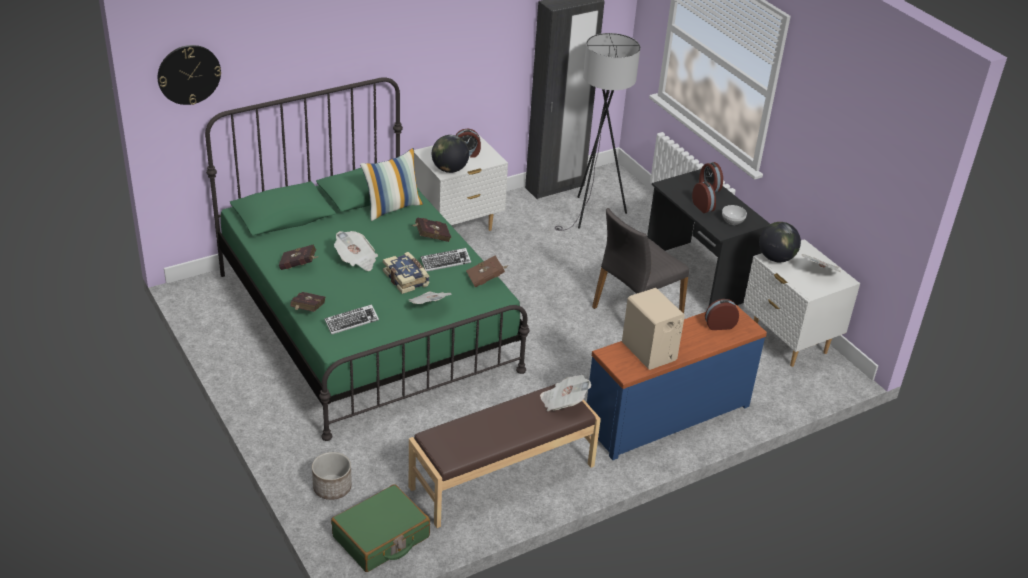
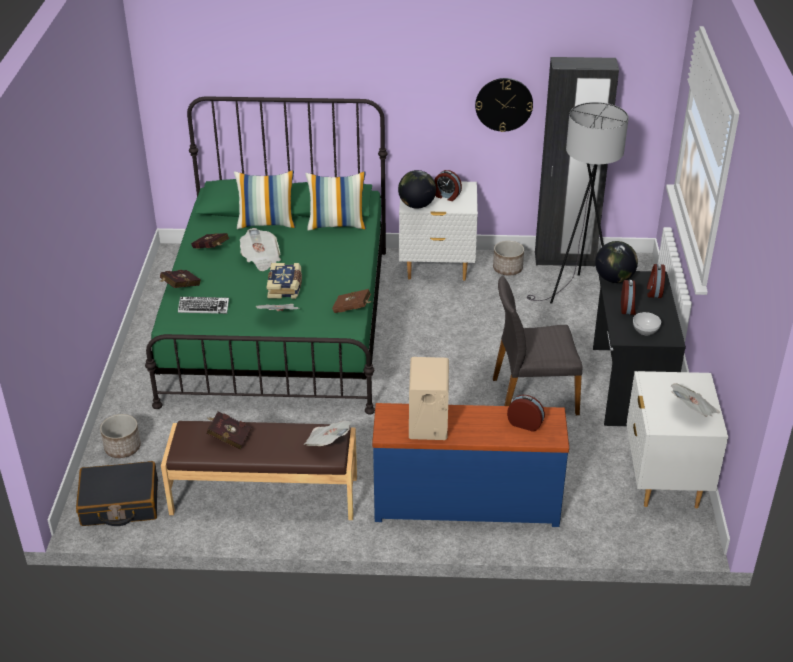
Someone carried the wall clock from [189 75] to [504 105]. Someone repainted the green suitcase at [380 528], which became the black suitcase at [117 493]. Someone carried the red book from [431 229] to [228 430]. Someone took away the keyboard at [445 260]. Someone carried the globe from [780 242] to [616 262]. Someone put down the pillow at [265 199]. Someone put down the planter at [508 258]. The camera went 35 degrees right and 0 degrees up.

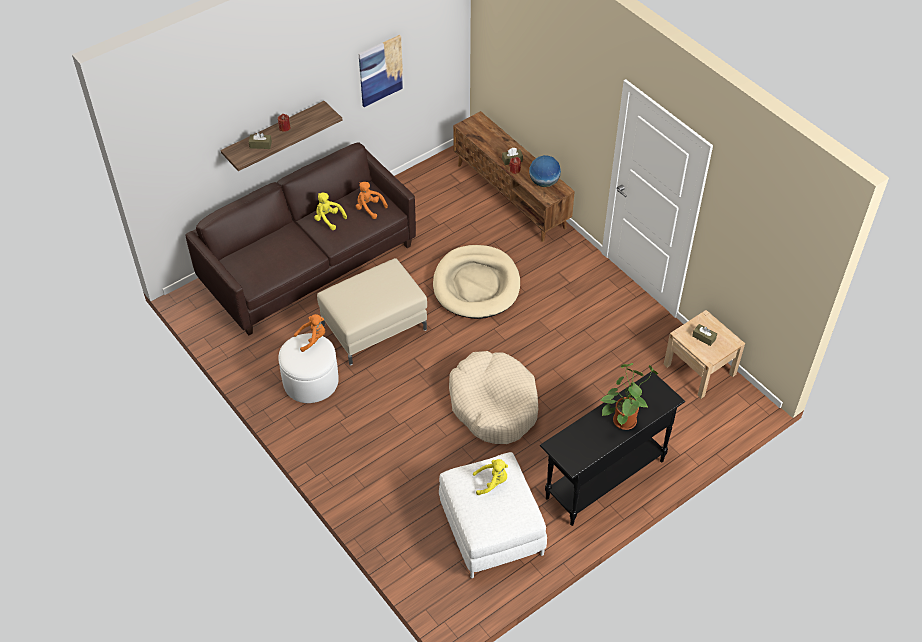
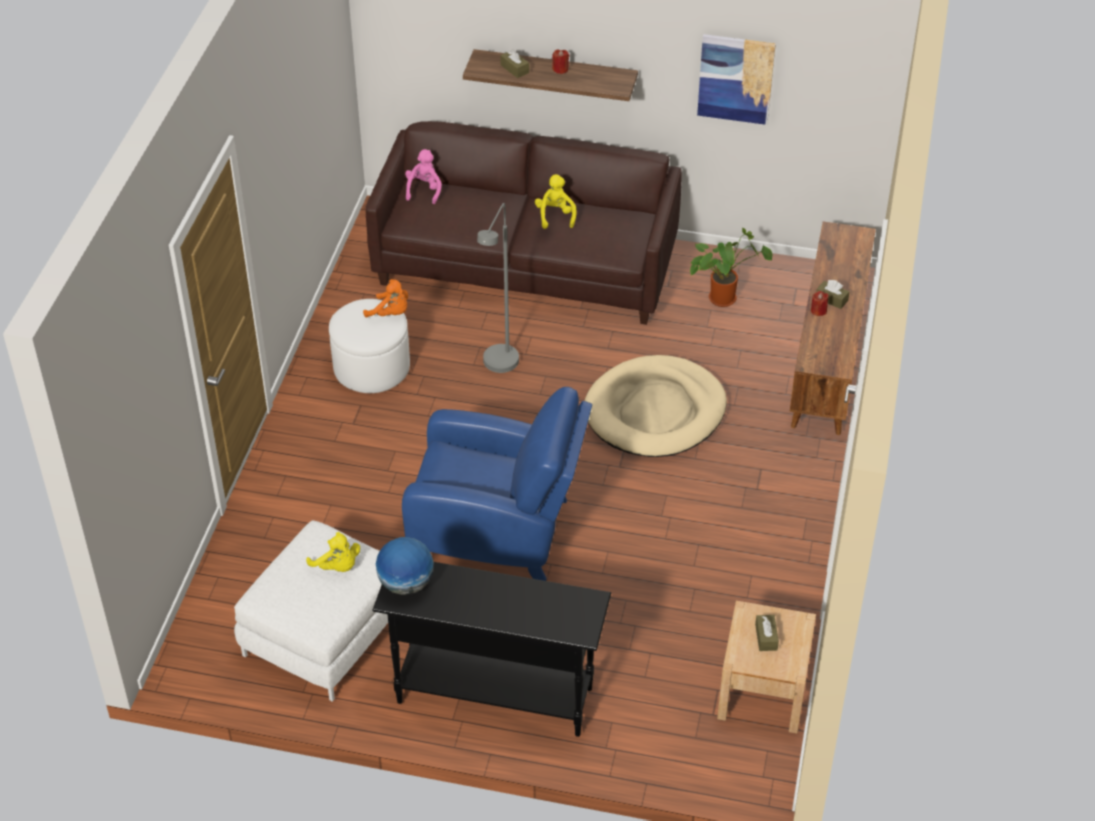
Someone swapped the beige ottoman at [372 311] for the grey floor lamp at [498 288]. Someone took away the orange plush toy at [372 200]. Someone swapped the beige dog bed at [493 397] for the blue armchair at [497 484]. Someone carried the globe from [545 171] to [404 566]. Someone carried the potted plant from [629 396] to [731 267]. Someone put down the pink plush toy at [423 176]. The camera went 50 degrees right and 5 degrees down.

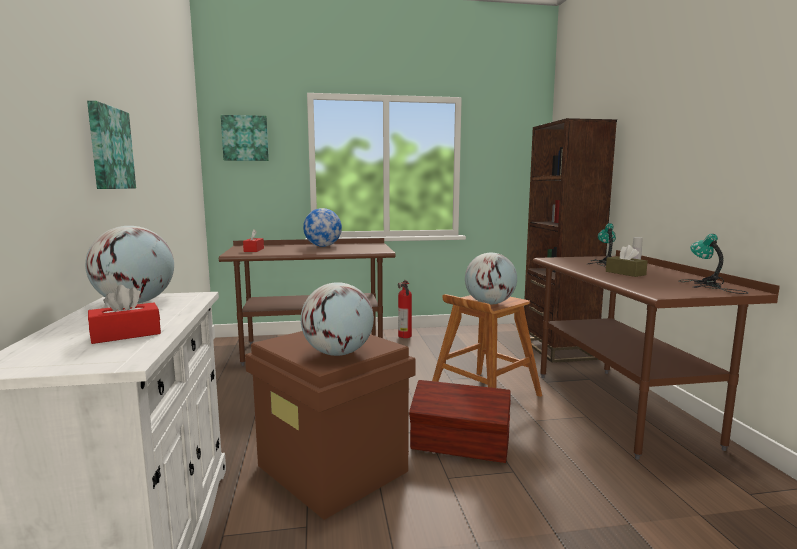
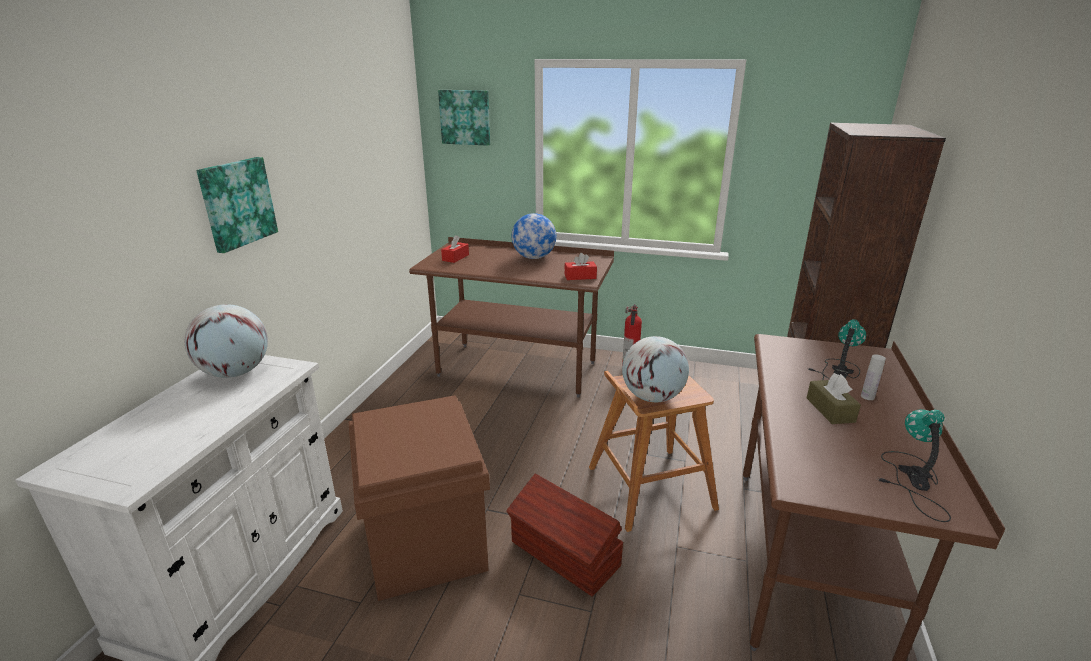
Someone carried the red tissue box from [124 314] to [580 266]. Someone took away the globe at [337 319]. The camera went 25 degrees right and 15 degrees up.

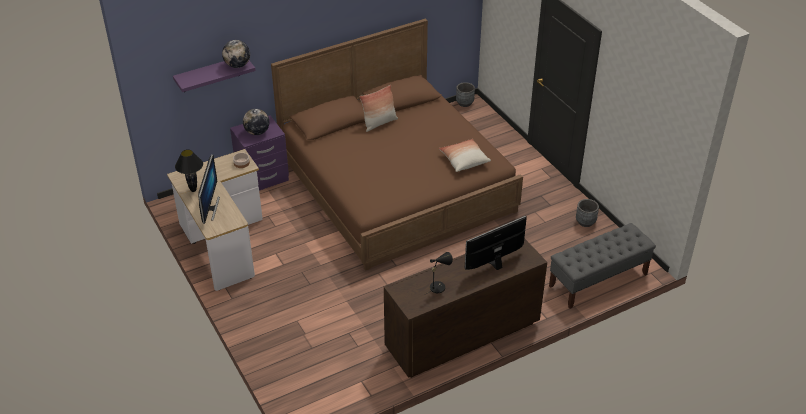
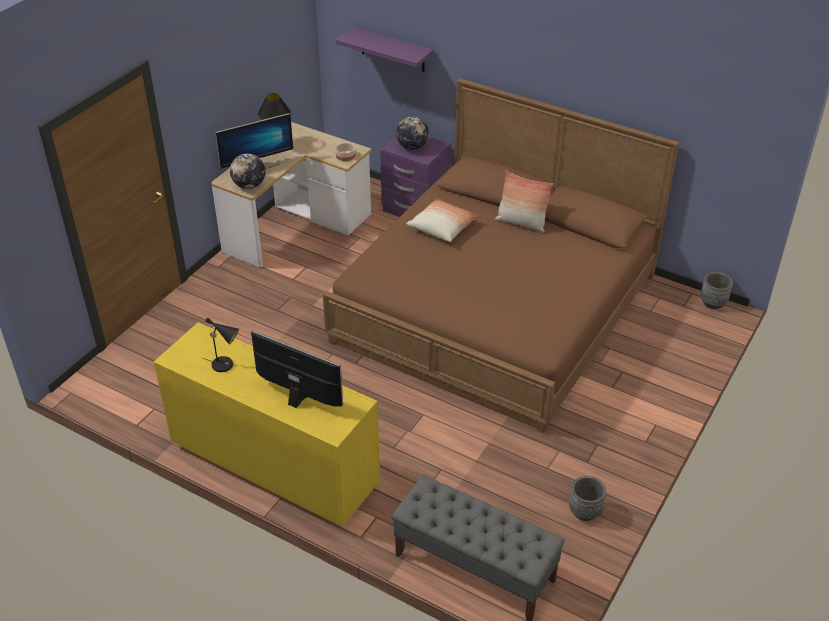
Someone carried the globe from [236 54] to [247 171]. Someone repainted the brown dresser at [465 308], which became the yellow dresser at [267 424]. Someone carried the pillow from [465 155] to [442 220]. The camera went 60 degrees right and 0 degrees up.

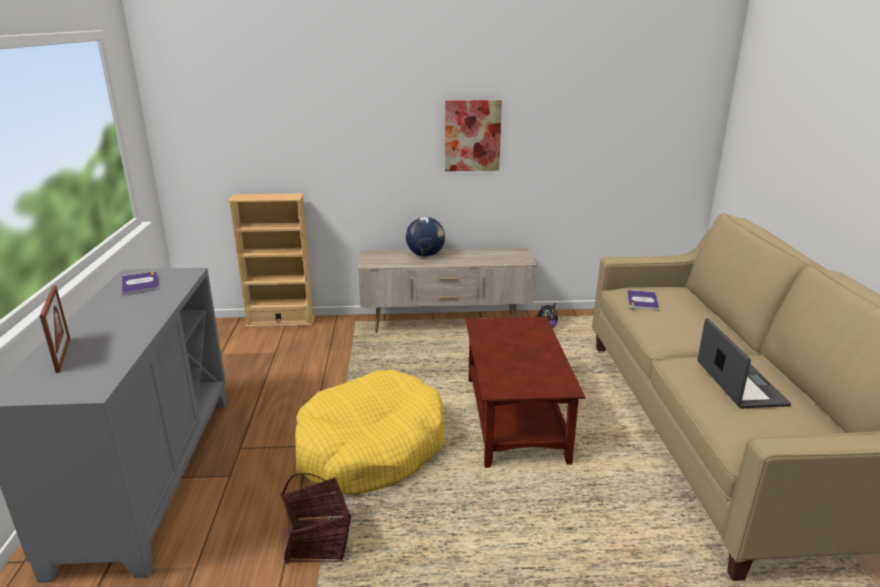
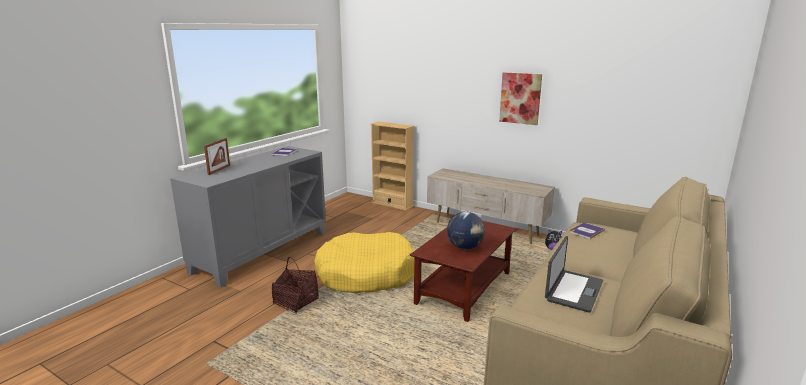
Someone carried the globe from [425 237] to [466 230]. The camera went 35 degrees right and 5 degrees down.

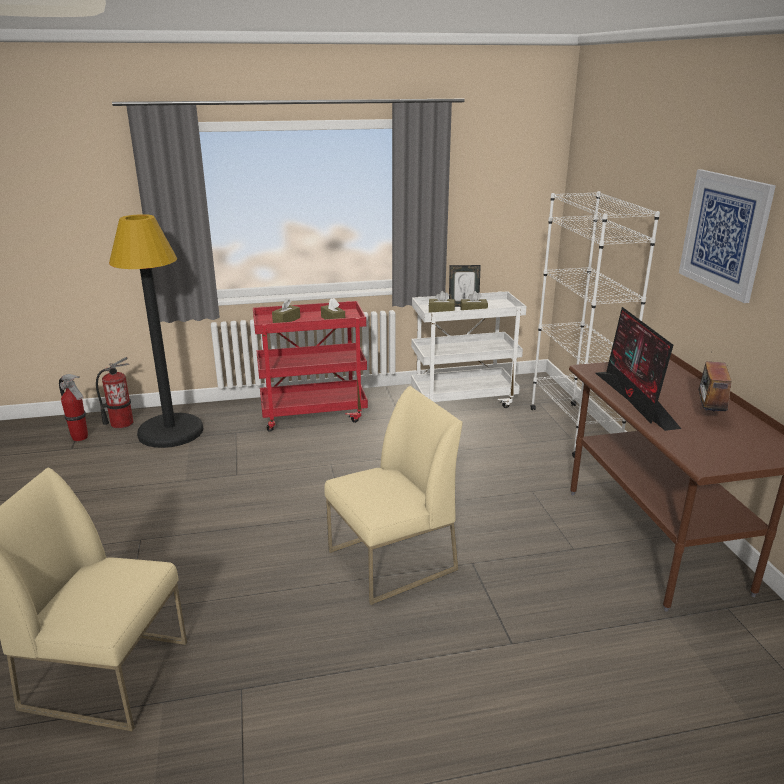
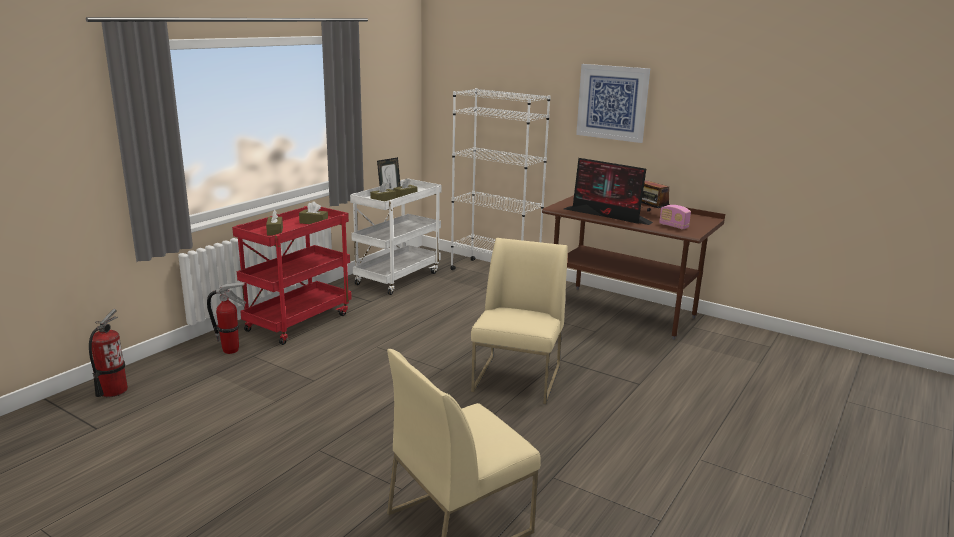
Someone carried the fire extinguisher from [73 407] to [226 318]. Someone took away the black floor lamp at [156 331]. Someone put down the radio at [675 217]. The camera went 45 degrees left and 5 degrees down.

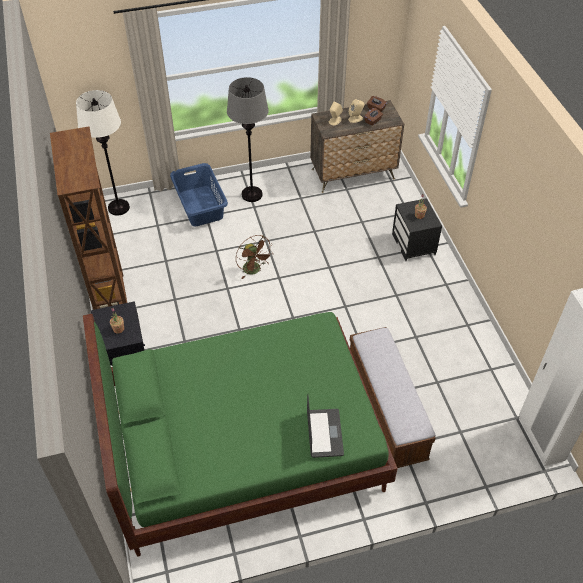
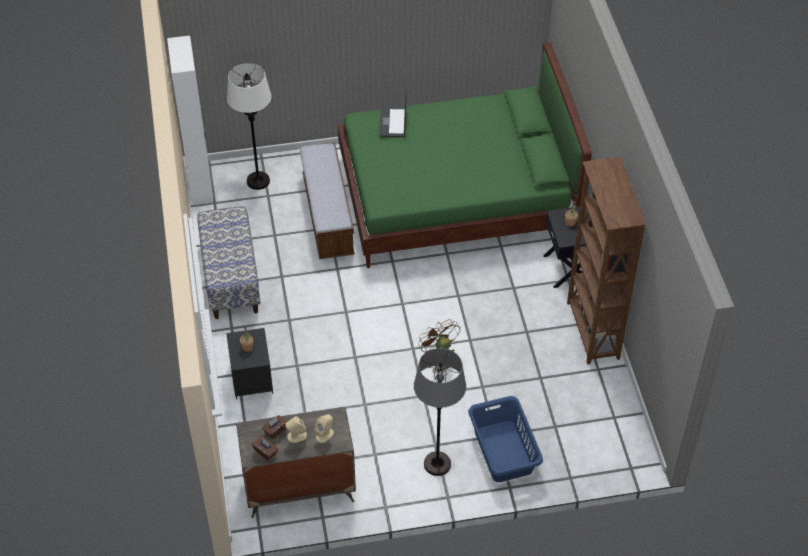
Someone carried the white floor lamp from [103 153] to [249 126]. Someone put down the bench at [229 262]. The camera went 175 degrees left and 0 degrees up.

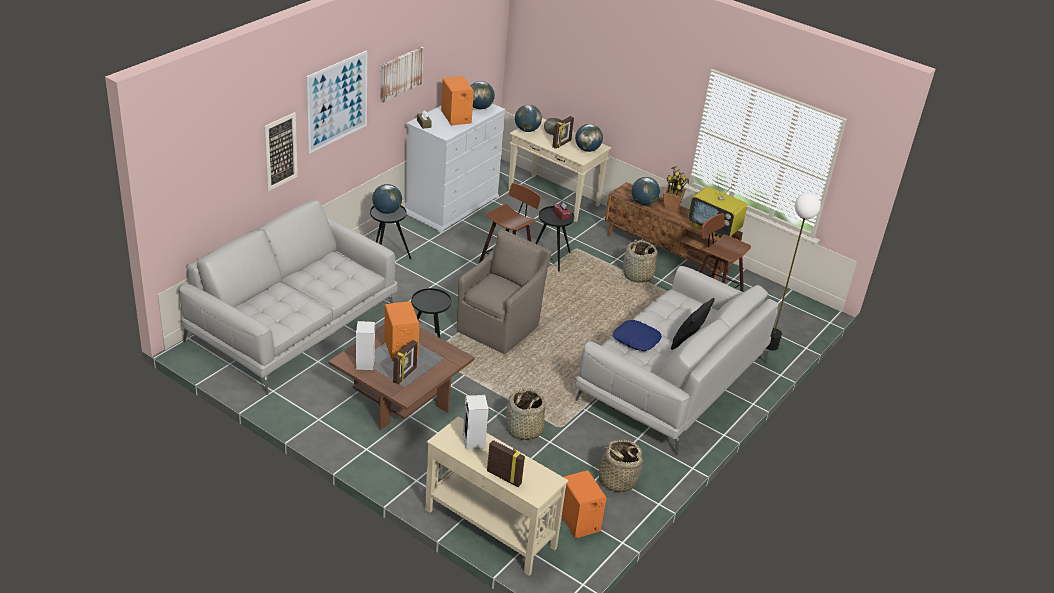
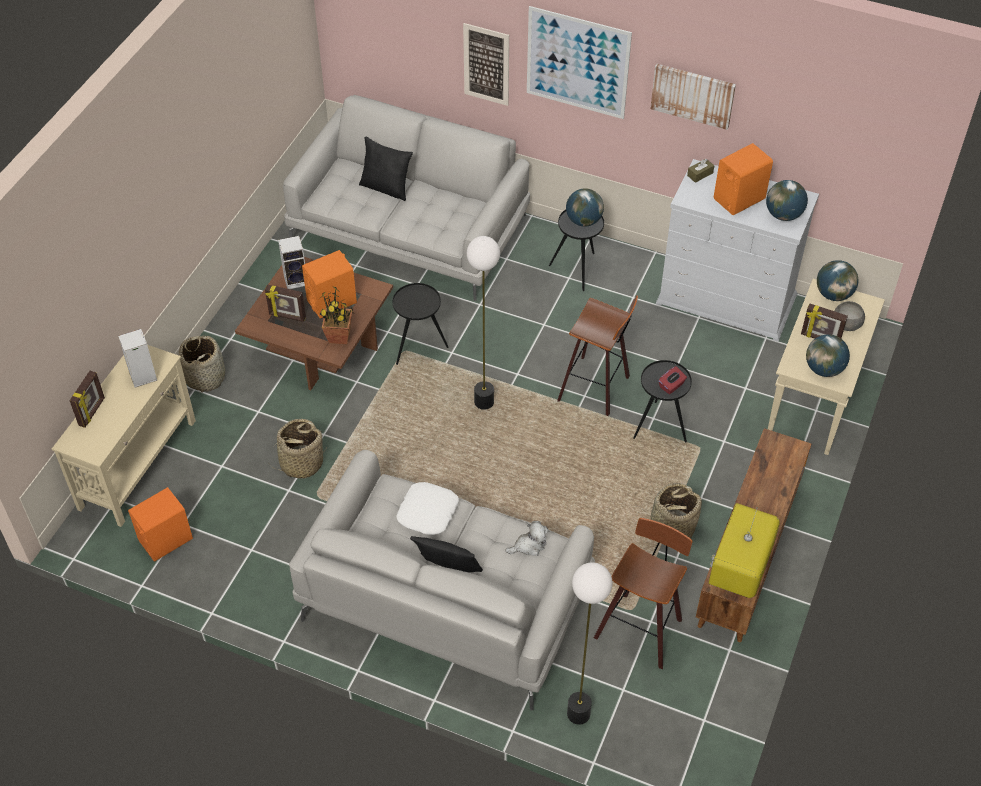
Someone swapped the brown armchair at [504 291] for the floor lamp at [483 323]. Someone carried the basket from [618 466] to [202 364]. Someone repainted the blue pillow at [637 335], which became the white pillow at [427 508]. Someone took away the globe at [646 191]. Someone carried the potted plant from [676 189] to [337 315]. Someone put down the black pillow at [386 168]. Someone put down the plush toy at [527 538]. The camera went 80 degrees right and 15 degrees up.

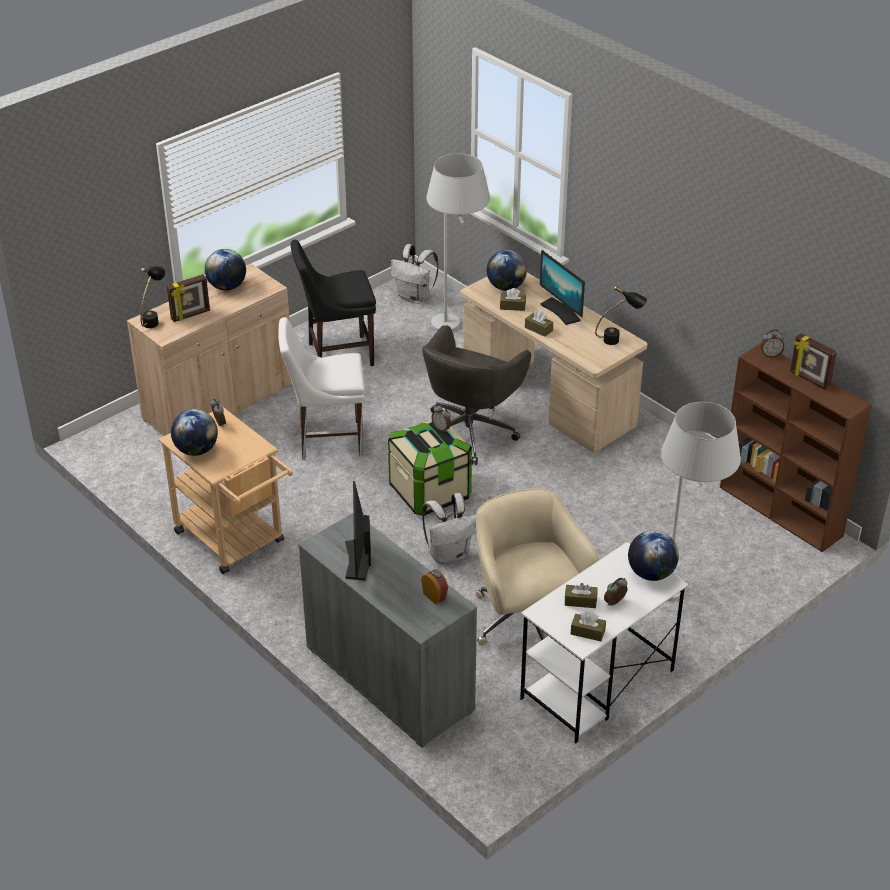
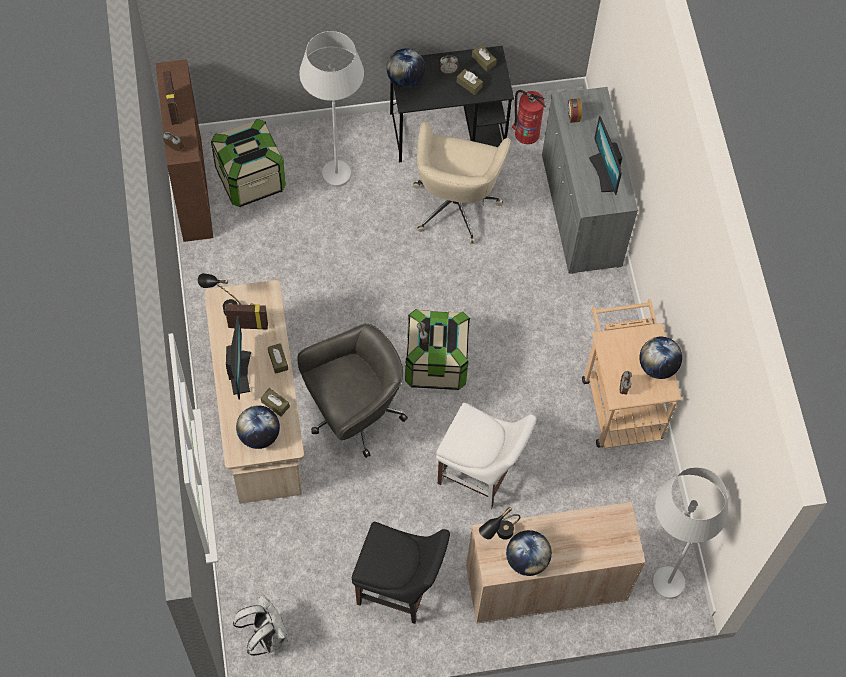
Someone carried the black table lamp from [153 297] to [499 523]. Someone carried the picture frame from [188 298] to [246 316]. Someone rotated the monitor at [358 530] by 135 degrees clockwise. Someone took away the white backpack at [449 528]. Someone carried the white floor lamp from [458 242] to [690 533]. Someone repainted the white desk at [604 643], which became the black desk at [452 104]. Someone put down the storage box at [248 163]. Someone put down the fire extinguisher at [529 117]. The camera went 150 degrees left and 25 degrees up.

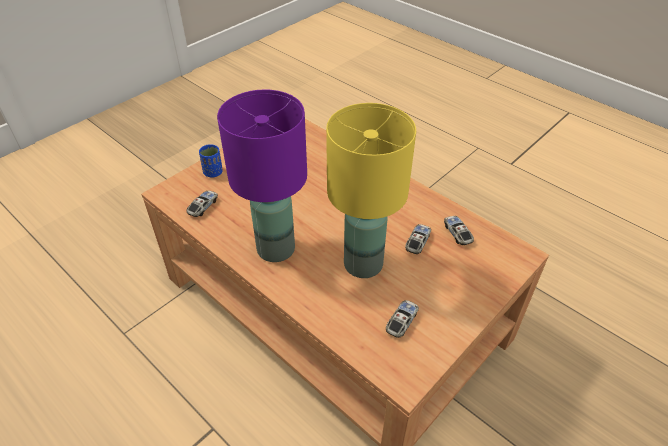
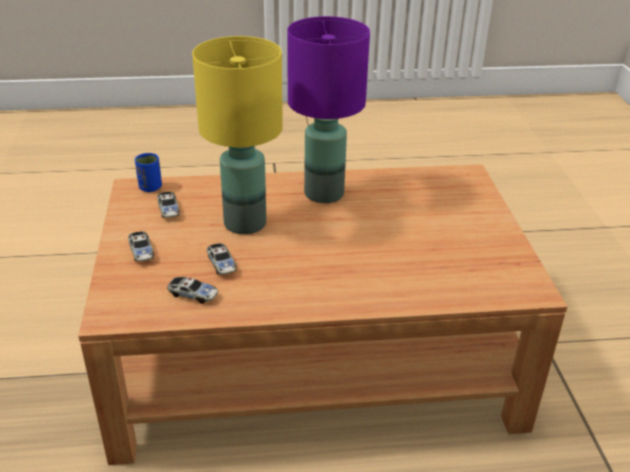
Someone carried the toy car from [202 203] to [141 246]. Someone carried the blue cup from [211 161] to [148 172]. The camera went 130 degrees right and 10 degrees down.

